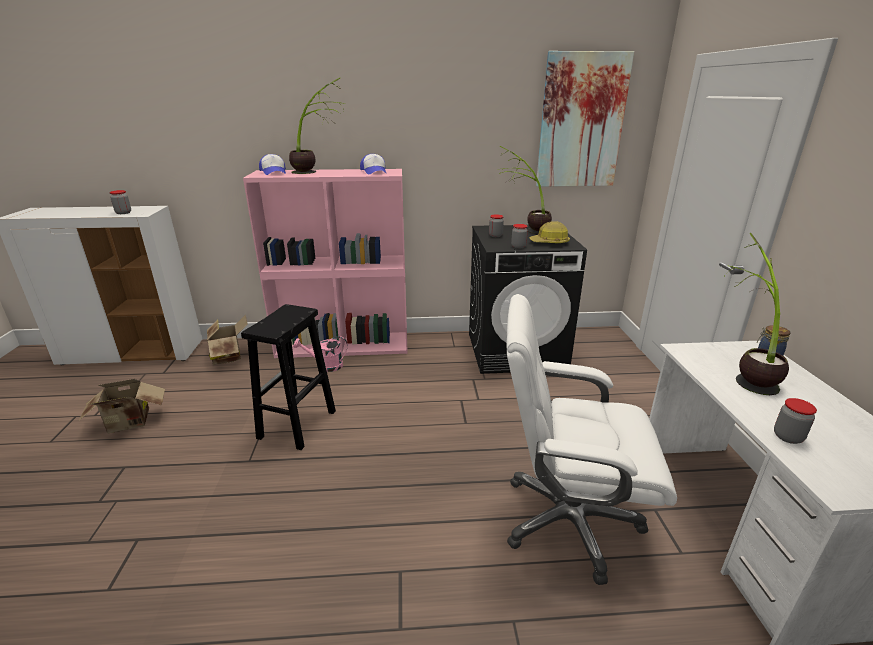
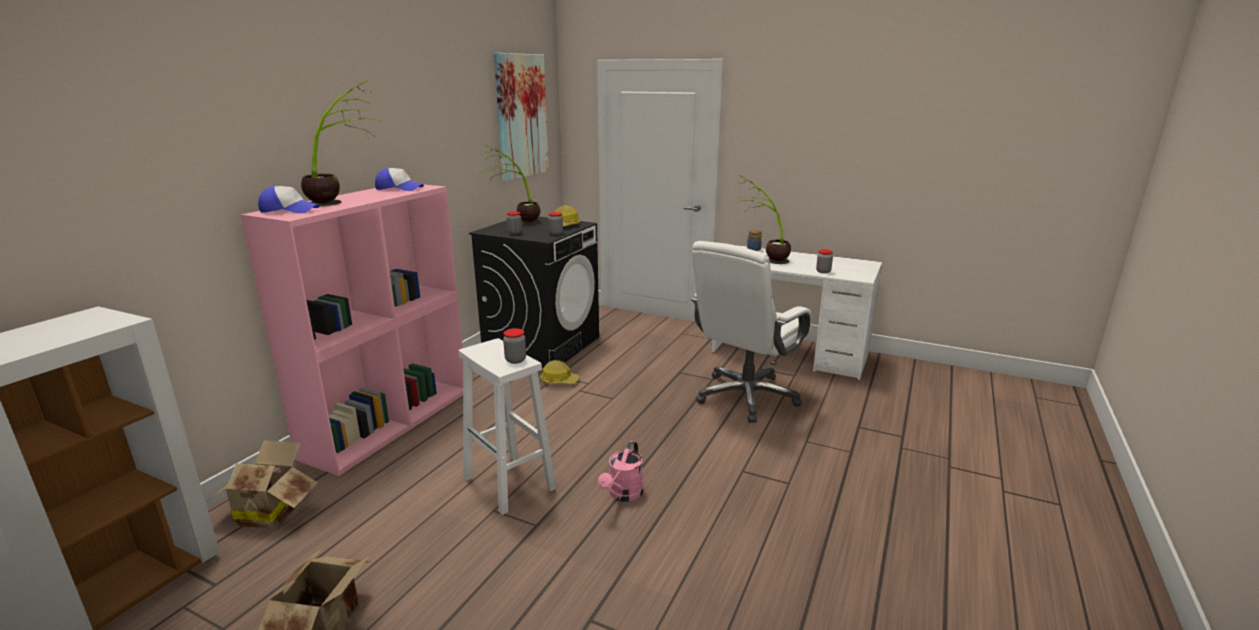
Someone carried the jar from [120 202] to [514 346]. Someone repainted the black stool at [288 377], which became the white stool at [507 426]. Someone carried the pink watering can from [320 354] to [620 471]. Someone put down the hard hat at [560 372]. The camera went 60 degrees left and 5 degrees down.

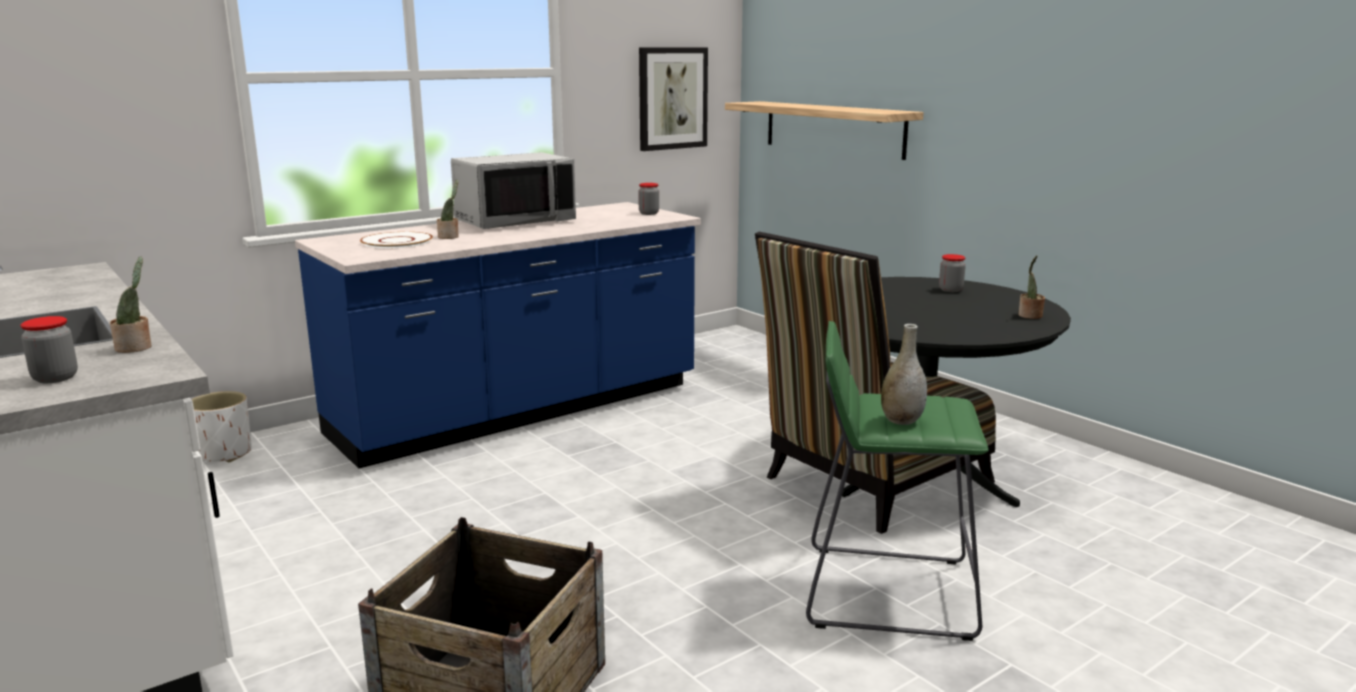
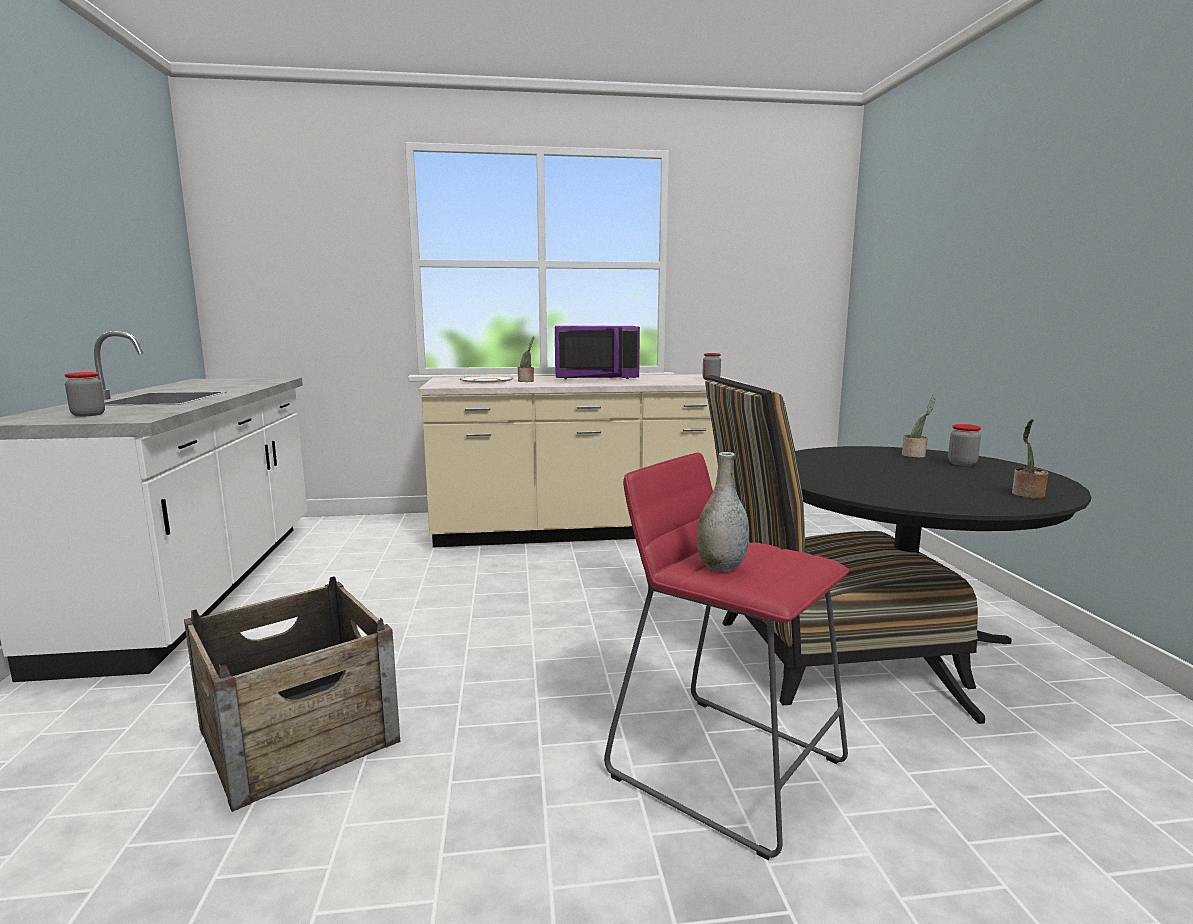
Someone carried the potted plant from [130 305] to [919 426]. Someone took away the white planter at [222 426]. Someone repainted the blue counter at [498 335], which became the beige counter at [584 460]. Someone repainted the grey microwave at [513 190], which became the purple microwave at [597 353]. Someone took away the picture at [673 99]. Someone took away the shelf at [824 130]. Someone repainted the green stool at [897 481], which became the red stool at [726 656]. The camera went 30 degrees right and 5 degrees down.

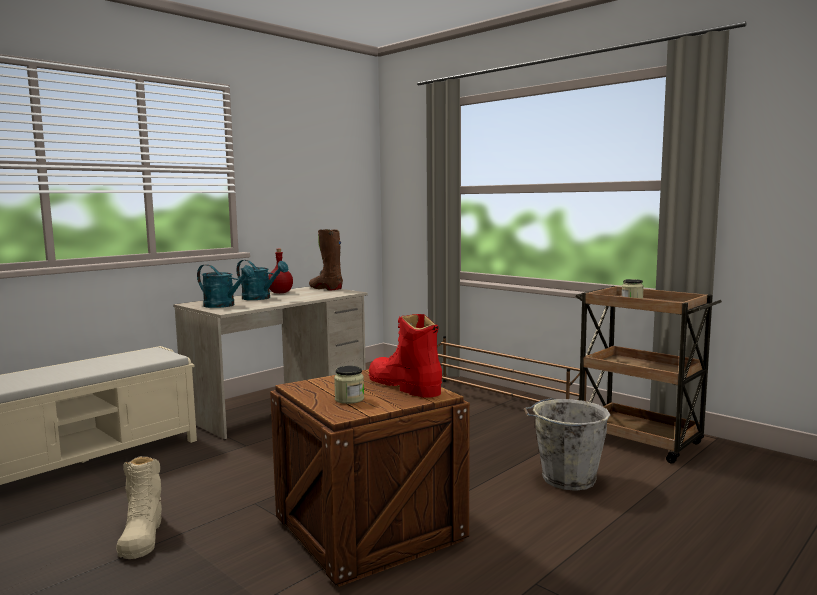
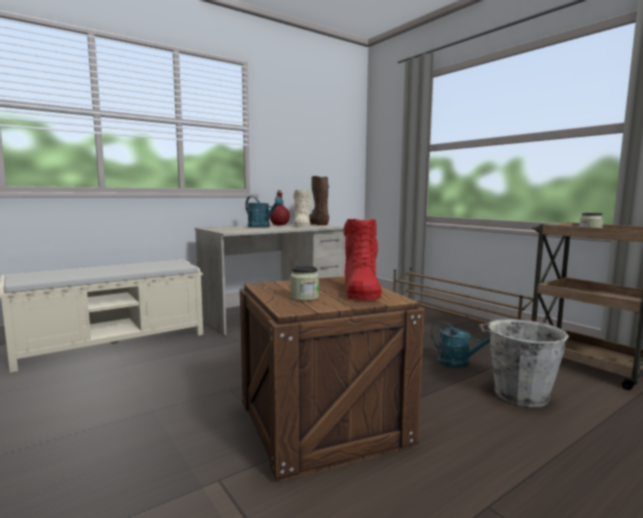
Someone carried the beige boot from [139 507] to [302 208]. Someone carried the turquoise watering can from [226 286] to [460 344]. Someone rotated the red boot at [405 356] by 150 degrees counterclockwise. The camera went 10 degrees right and 0 degrees up.

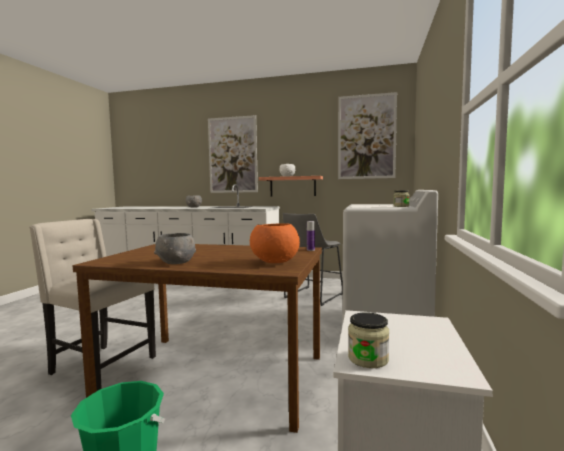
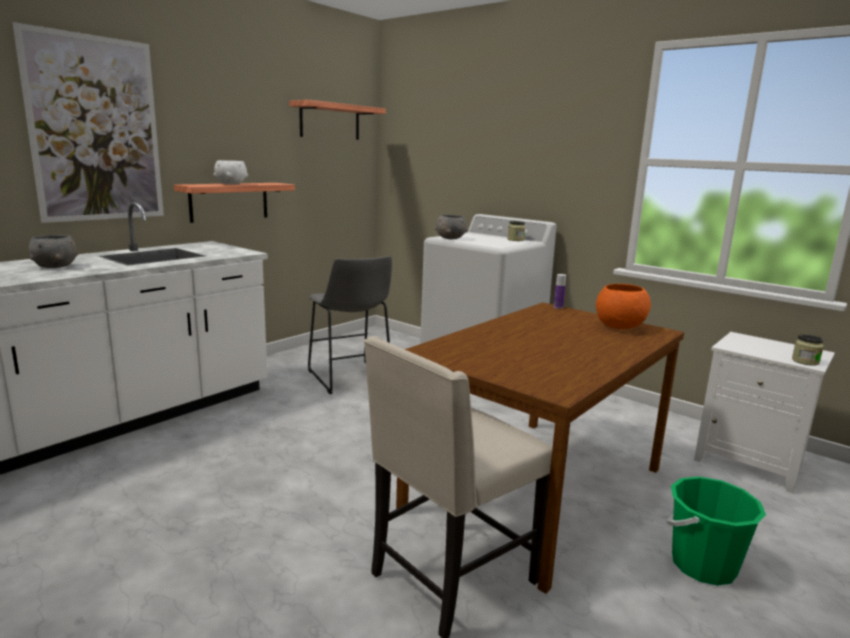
Someone carried the grey bowl from [175 248] to [451 227]. Someone swapped the picture at [367 135] for the shelf at [337 120]. The camera went 65 degrees left and 10 degrees up.

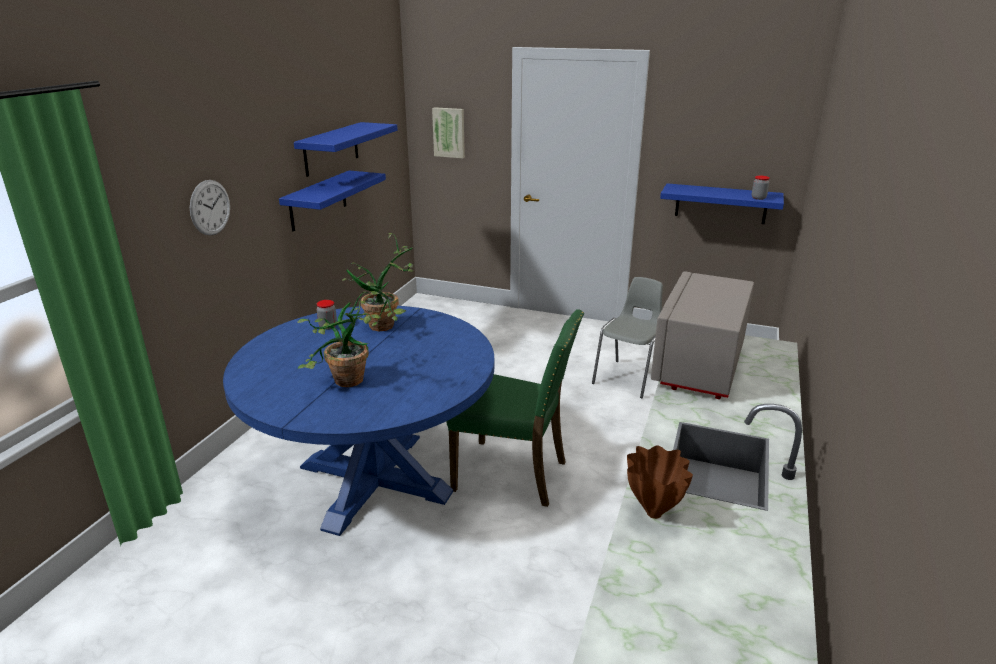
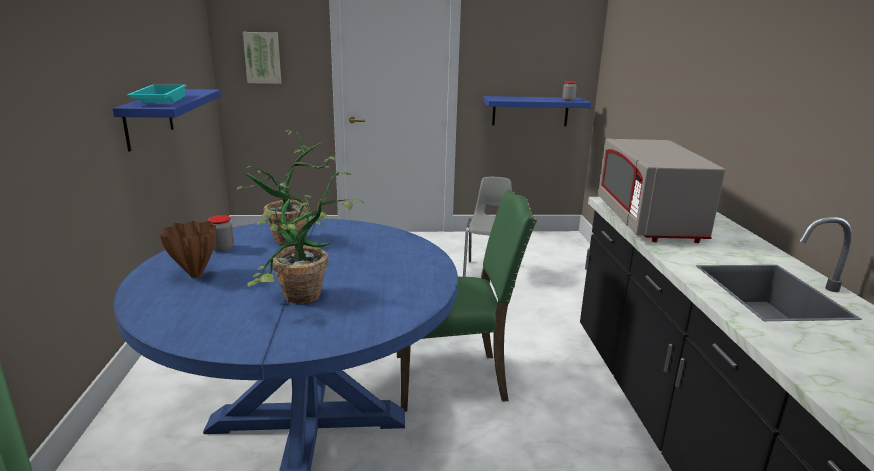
Someone took away the wall clock at [210 208]. Someone took away the blue shelf at [346 149]. Someone carried the brown vase from [660 482] to [187 249]. Someone put down the turquoise tray at [157 94]. The camera went 25 degrees left and 5 degrees down.

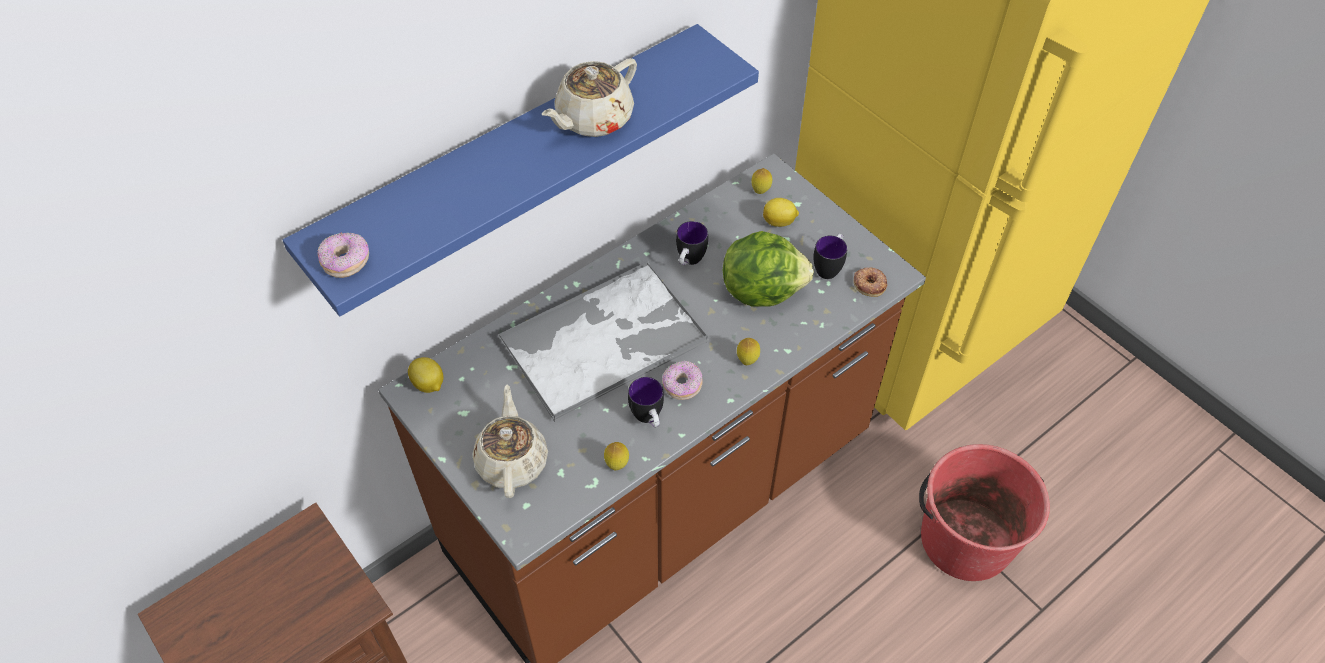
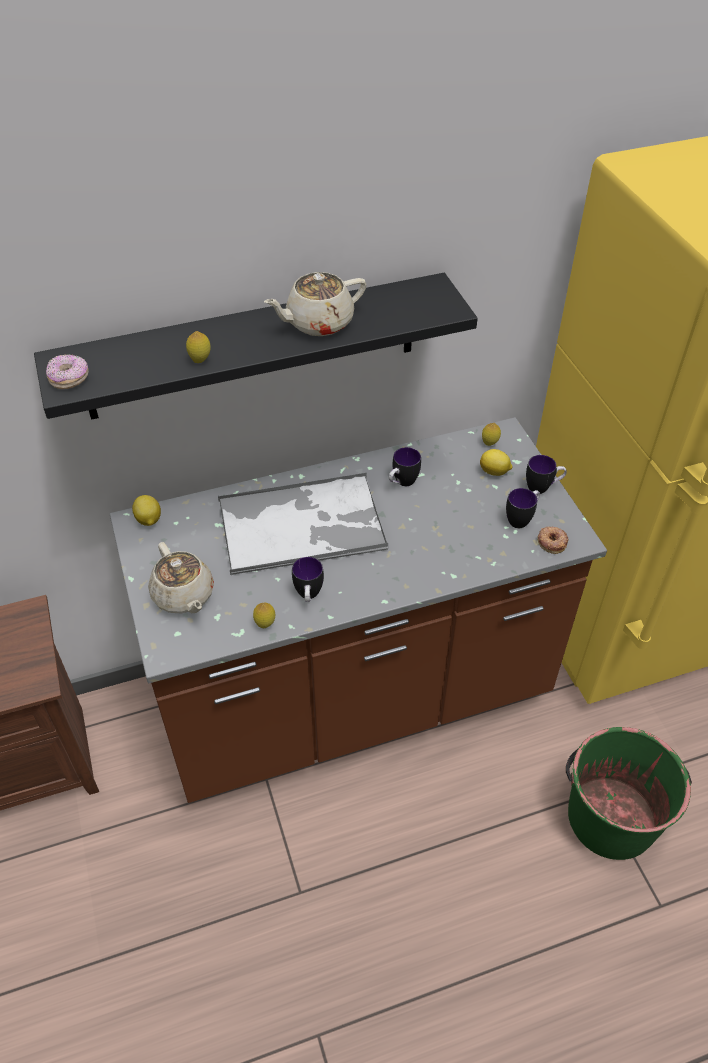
Someone repainted the blue shelf at [521 170], which became the black shelf at [256 346]. Someone rotated the beige teapot at [510 441] by 135 degrees clockwise. Someone took away the donut at [682 380]. Someone took away the lettuce at [768 269]. Someone carried the lemon from [748 351] to [198 347]. Someone repainted the red bucket at [984 512], which became the green bucket at [629 793]. Someone put down the mug at [546 474]. The camera went 20 degrees right and 5 degrees down.

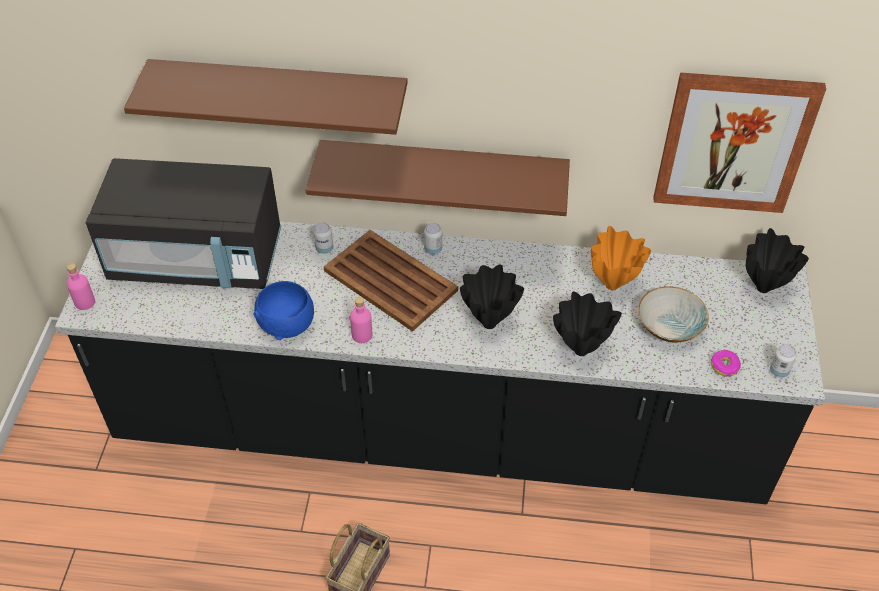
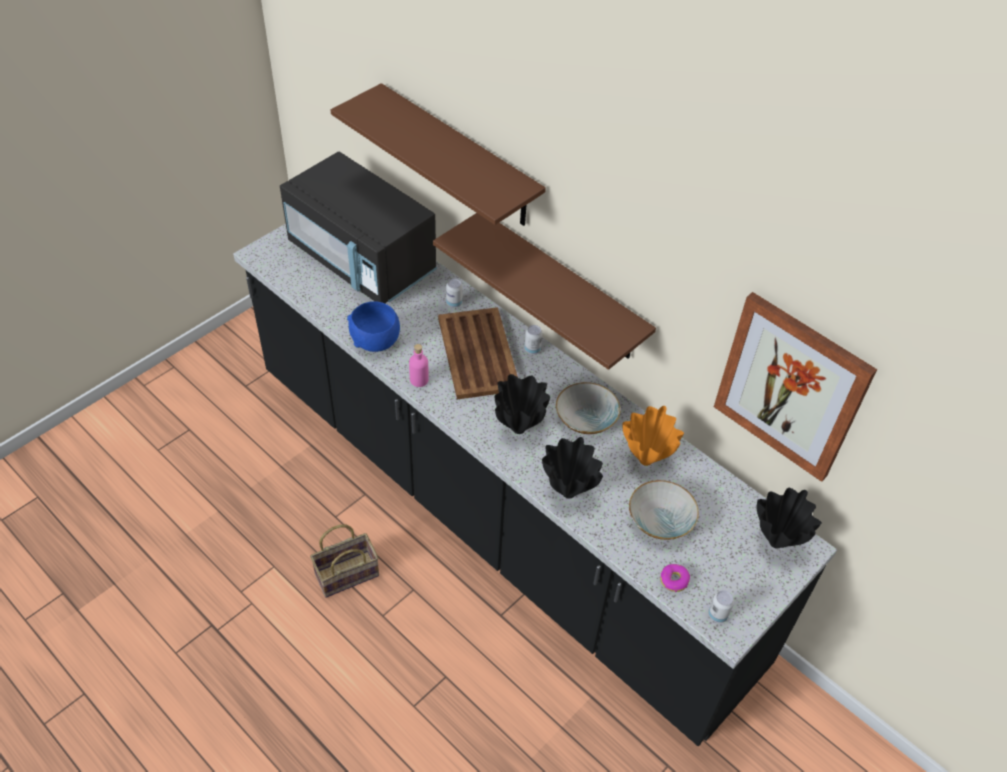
Someone took away the pink bottle at [81 286]. Someone put down the bowl at [588 408]. The camera went 35 degrees right and 0 degrees up.

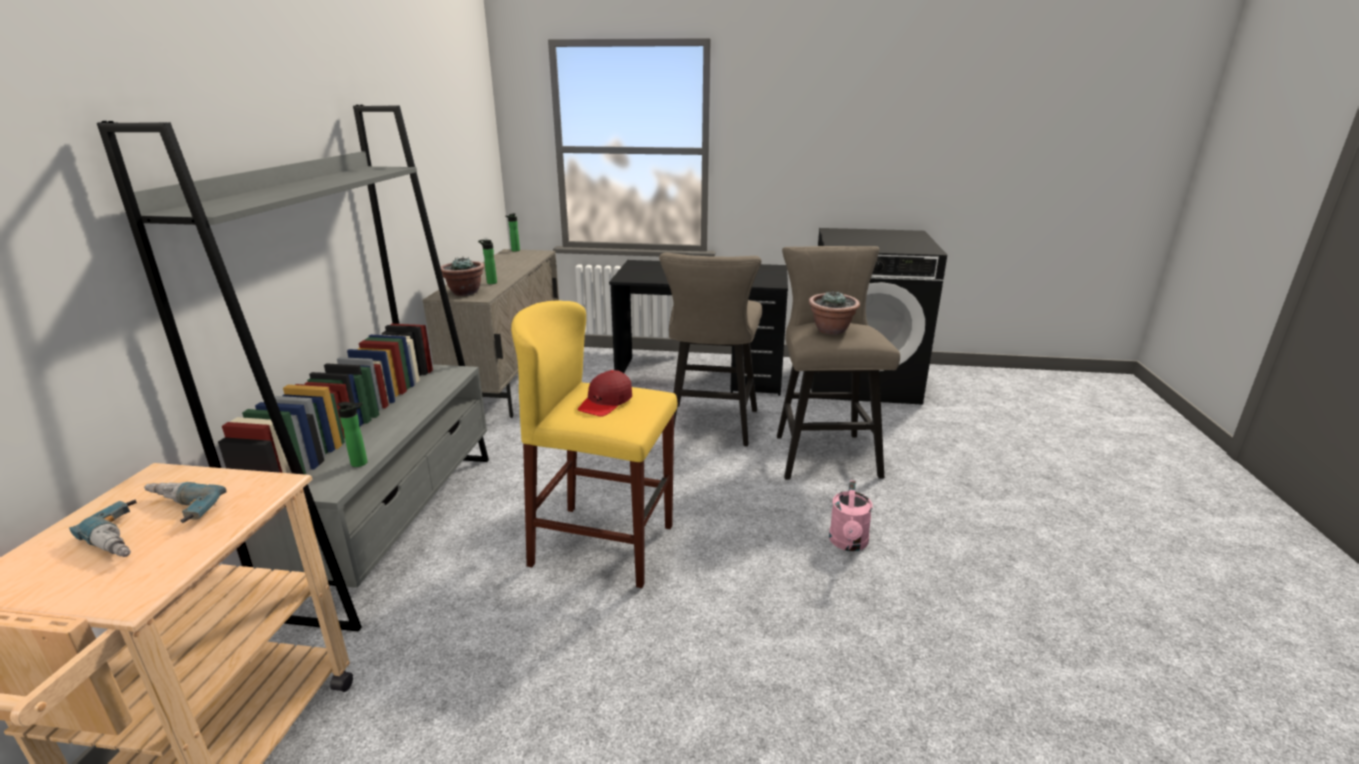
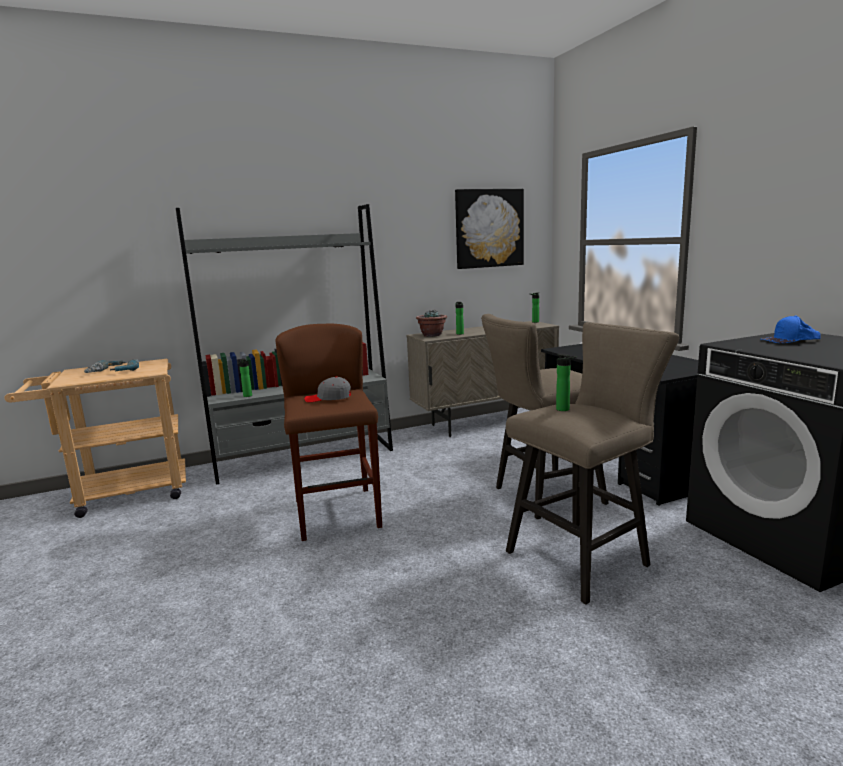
Someone repainted the yellow stool at [594 444], which became the brown stool at [328 432]. Someone repainted the red cap at [605 393], which became the grey cap at [327 389]. Someone swapped the potted plant at [834 313] for the bottle at [566 382]. Someone took away the pink watering can at [851 515]. Someone put up the picture at [489 229]. Someone put down the blue cap at [791 329]. The camera went 60 degrees right and 10 degrees down.

